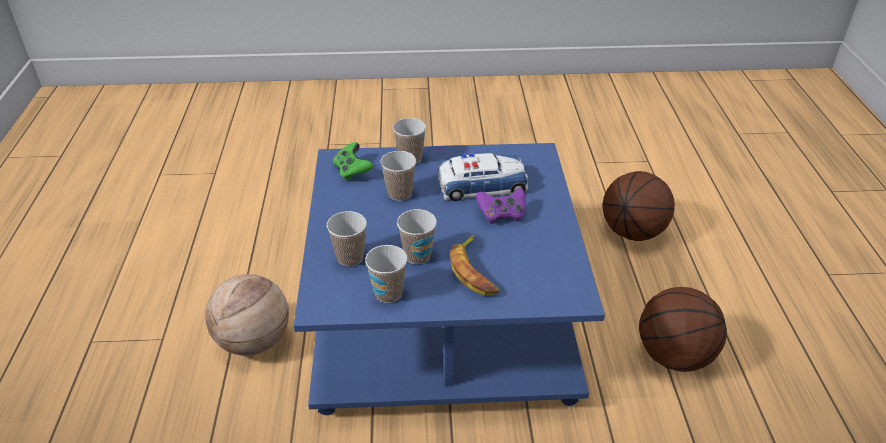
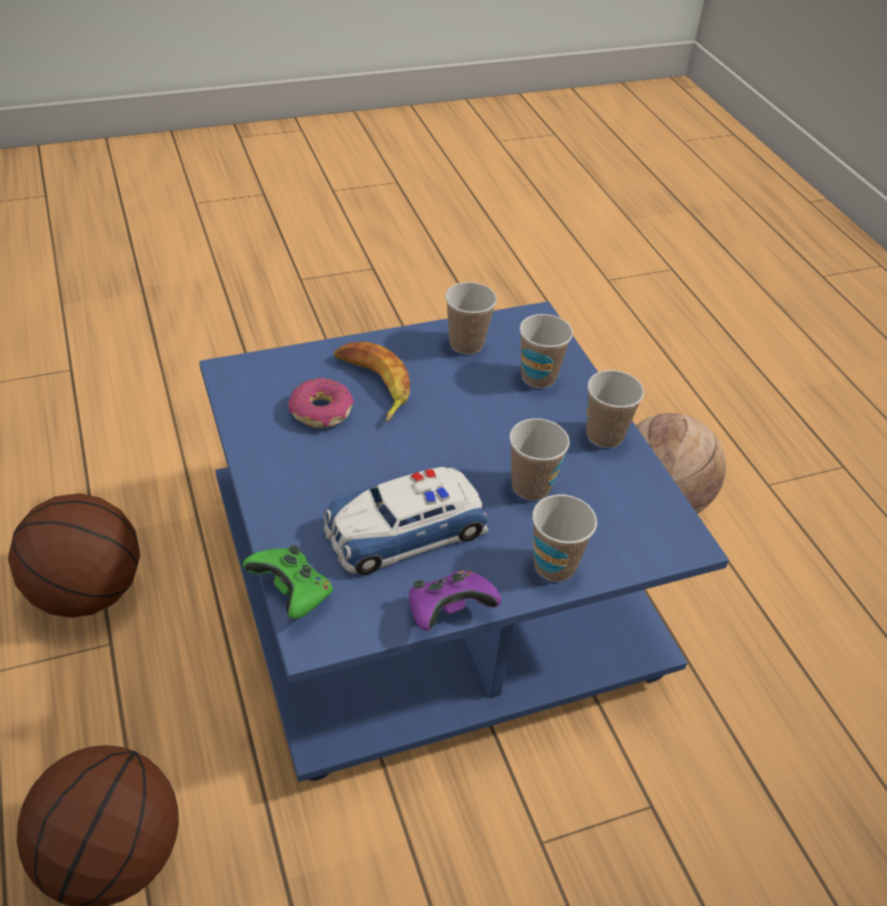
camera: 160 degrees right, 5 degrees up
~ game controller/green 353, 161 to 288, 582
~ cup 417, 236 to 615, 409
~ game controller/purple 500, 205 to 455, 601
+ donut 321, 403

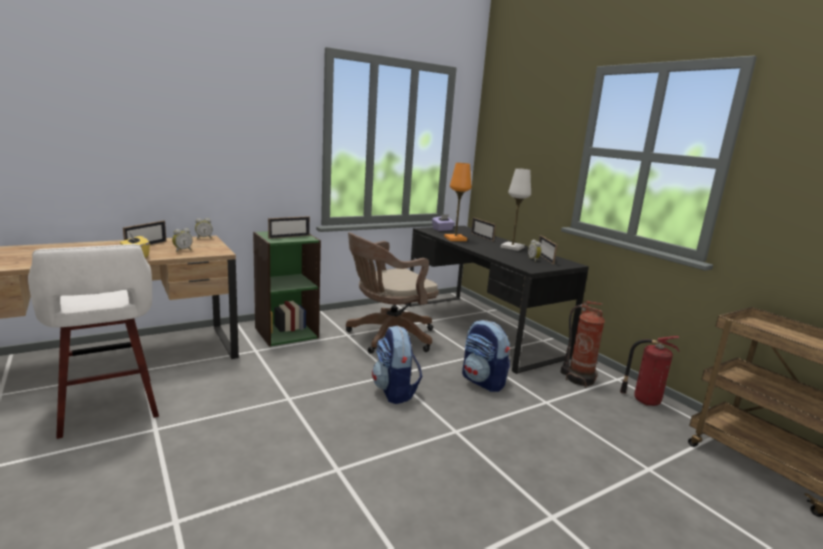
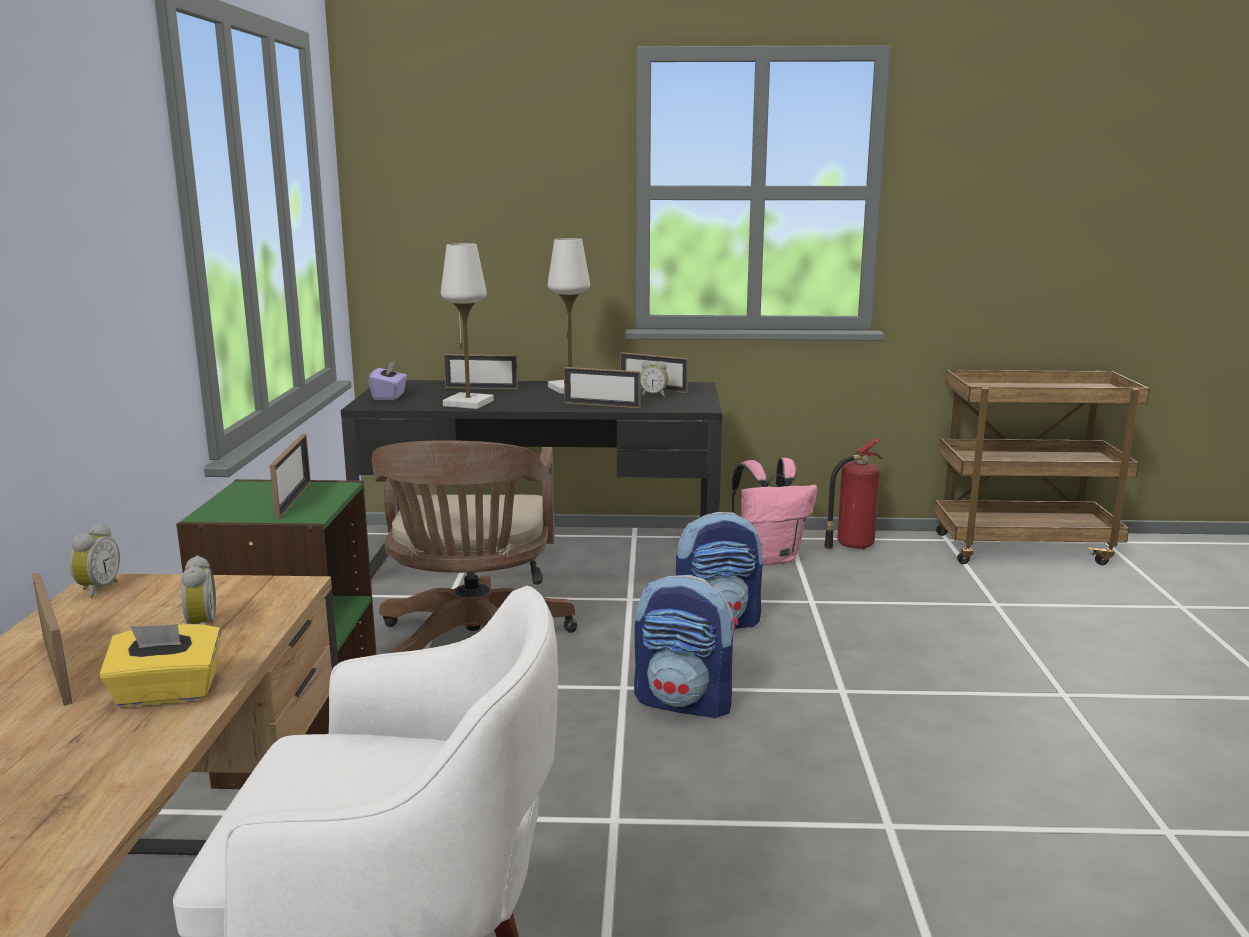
camera: 55 degrees left, 0 degrees up
~ table lamp/orange 457, 202 to table lamp/white 467, 326
~ fire extinguisher 583, 344 to backpack/pink 774, 512
+ picture frame 602, 387

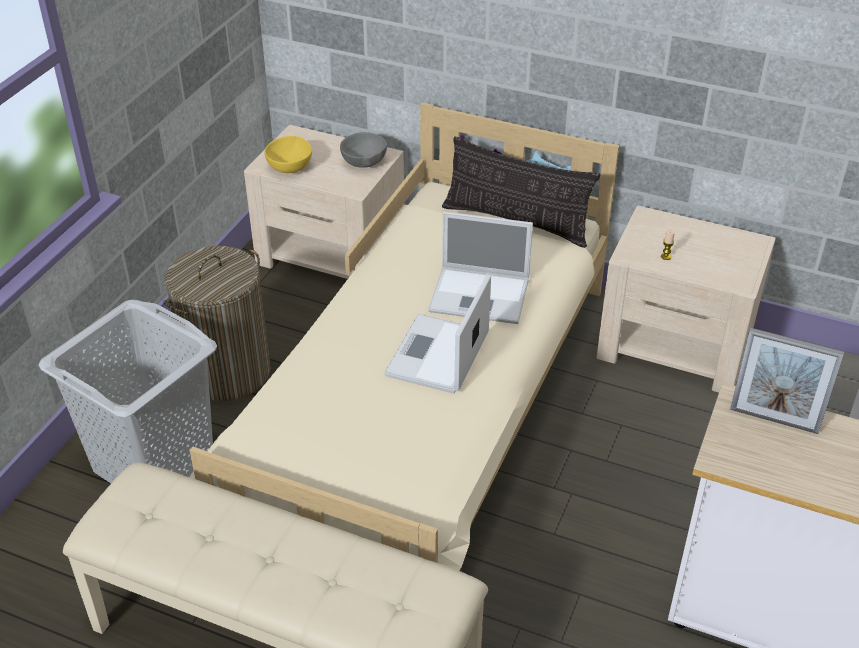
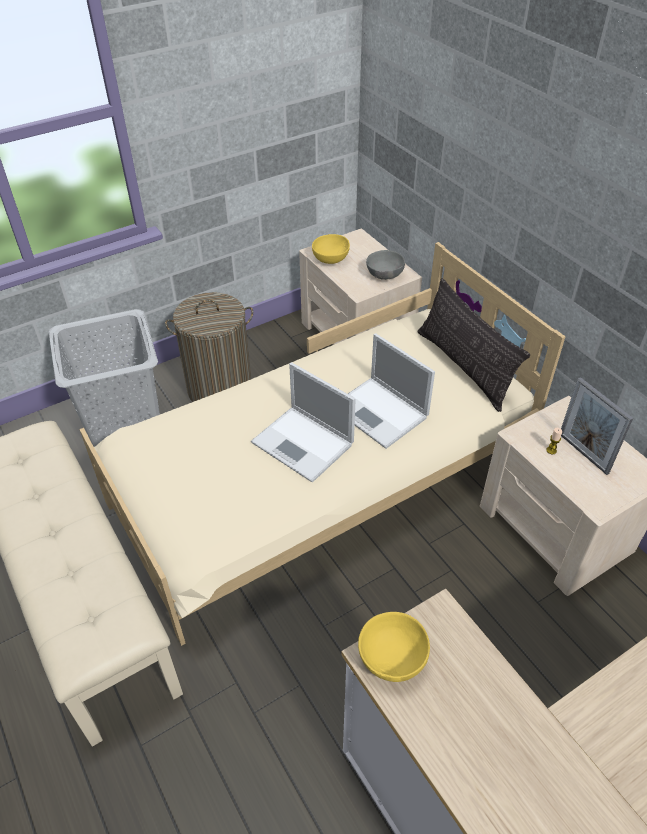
camera: 35 degrees right, 5 degrees up
~ laptop 437, 334 = 303, 422 105 degrees counterclockwise
~ picture frame 787, 381 to 597, 426
+ bowl/yellow 394, 647

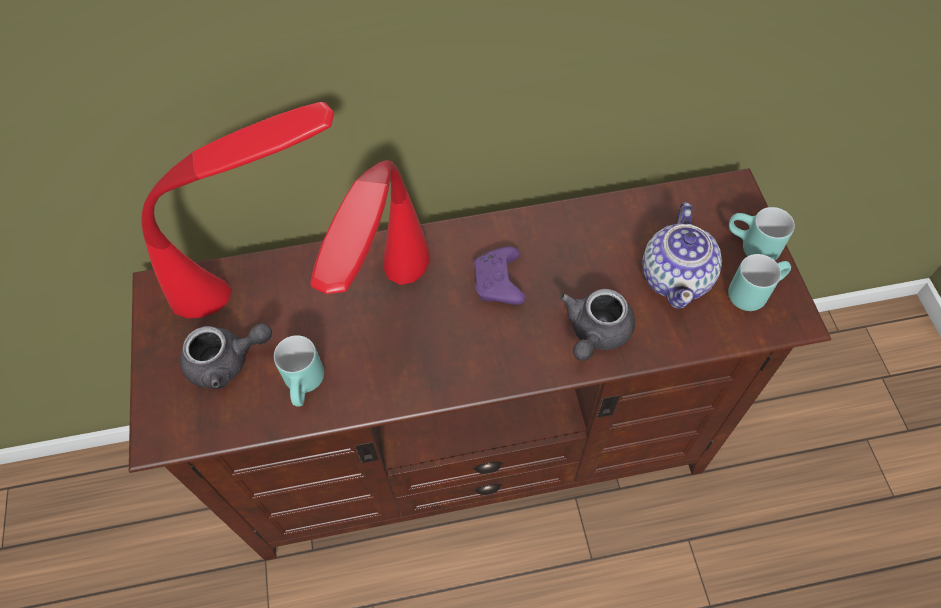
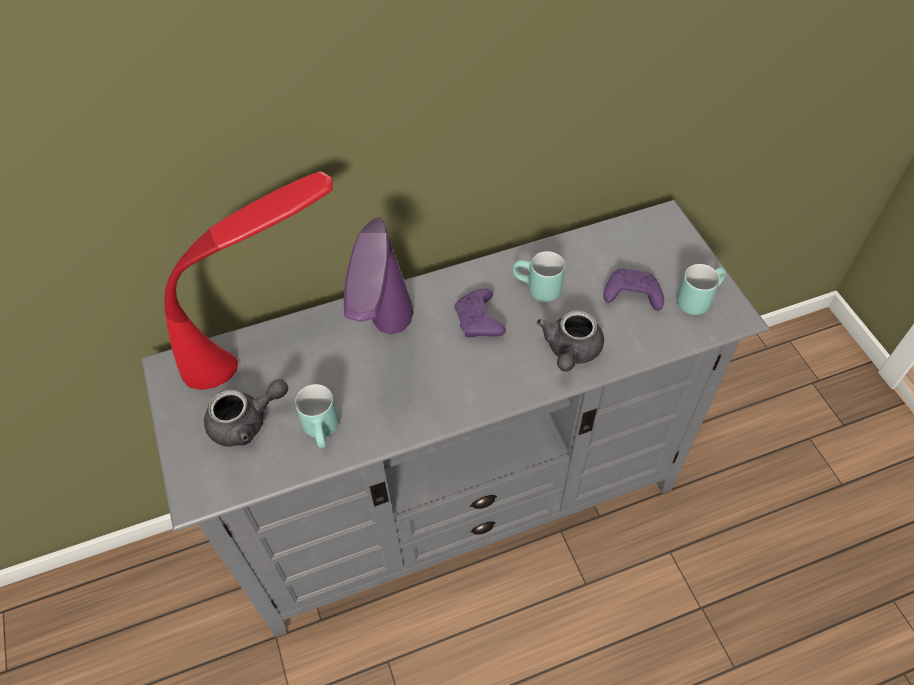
camera: 10 degrees left, 5 degrees down
~ tv stand/brown 480, 364 to tv stand/grey 455, 418
~ table lamp/red 370, 227 to table lamp/purple 379, 276
~ teapot 682, 255 to game controller/purple 634, 290
~ mug/turquoise 762, 234 to 539, 276

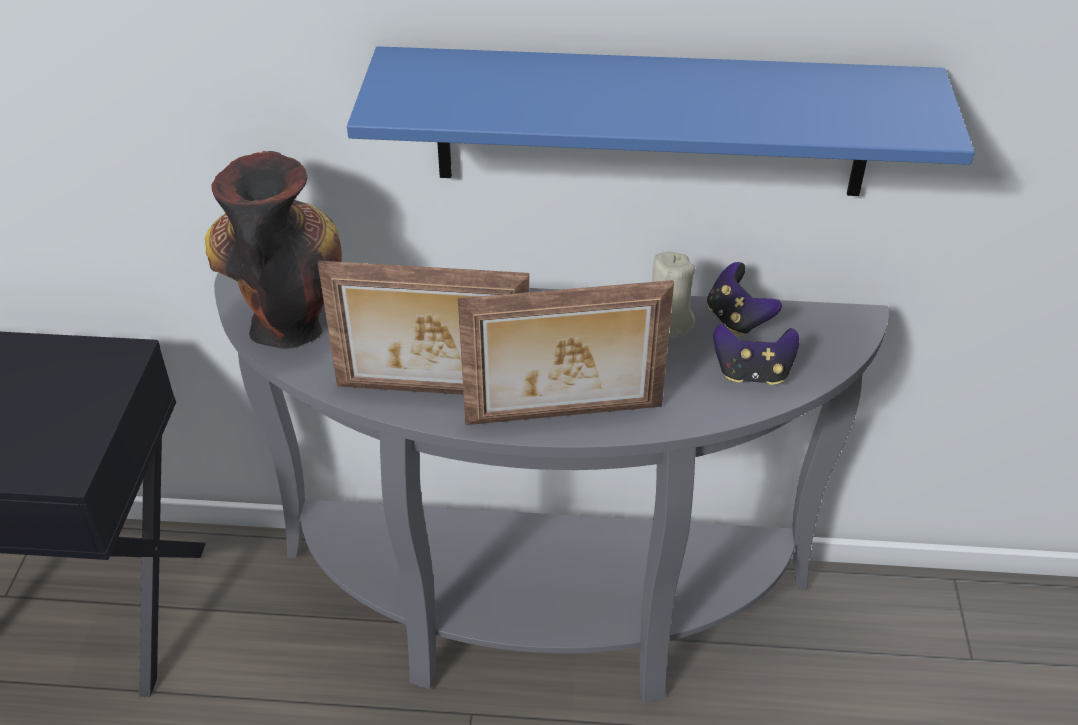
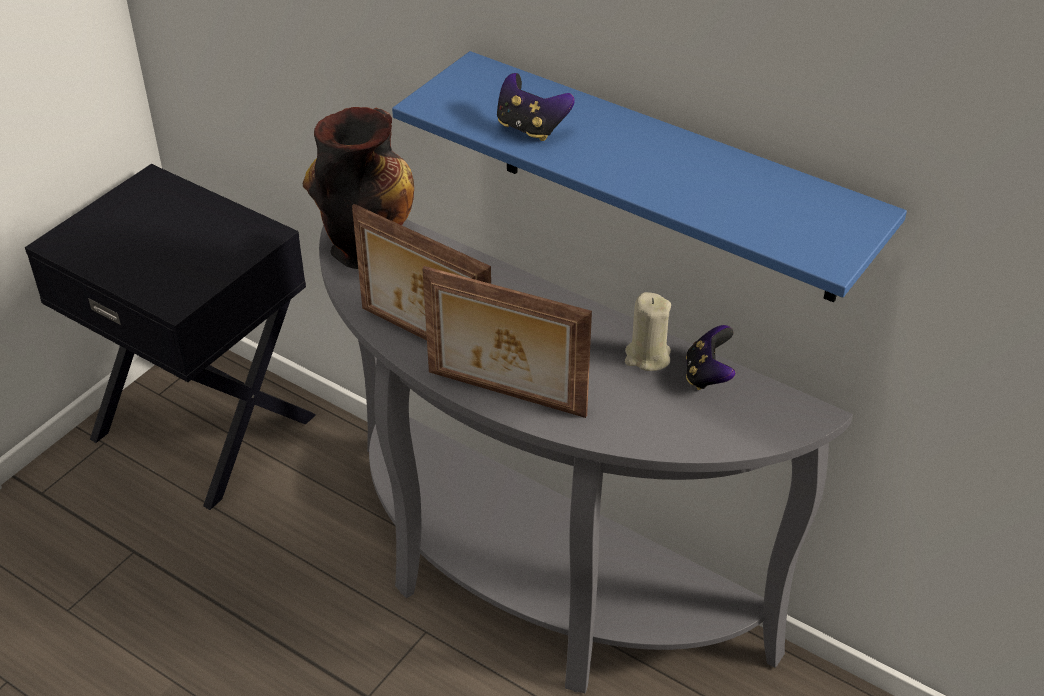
camera: 30 degrees right, 0 degrees up
~ game controller 756, 354 to 536, 107

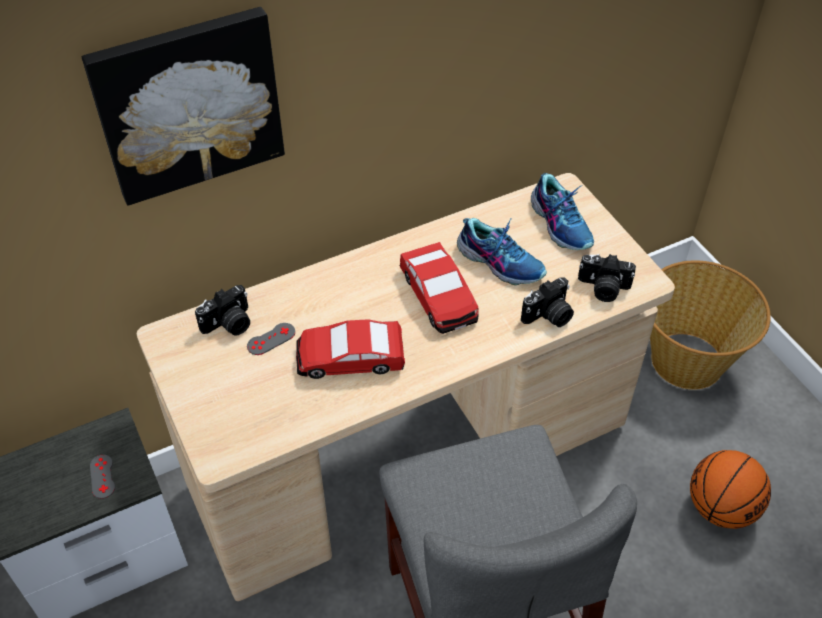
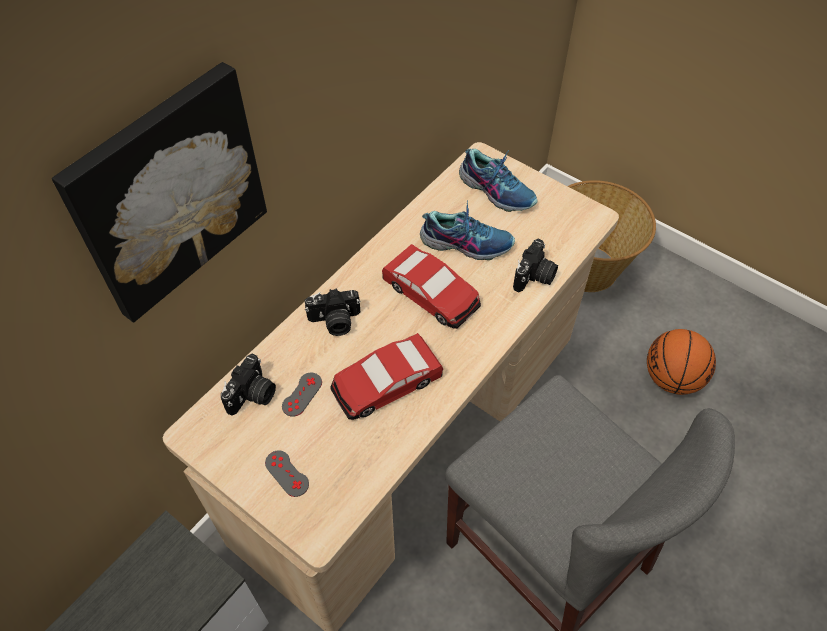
camera: 25 degrees left, 5 degrees up
~ game controller/grey 102, 477 to 287, 473
~ photo camera 607, 278 to 332, 312

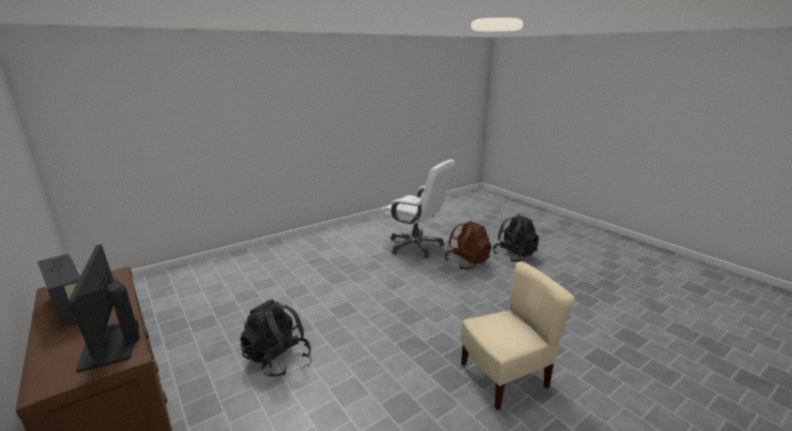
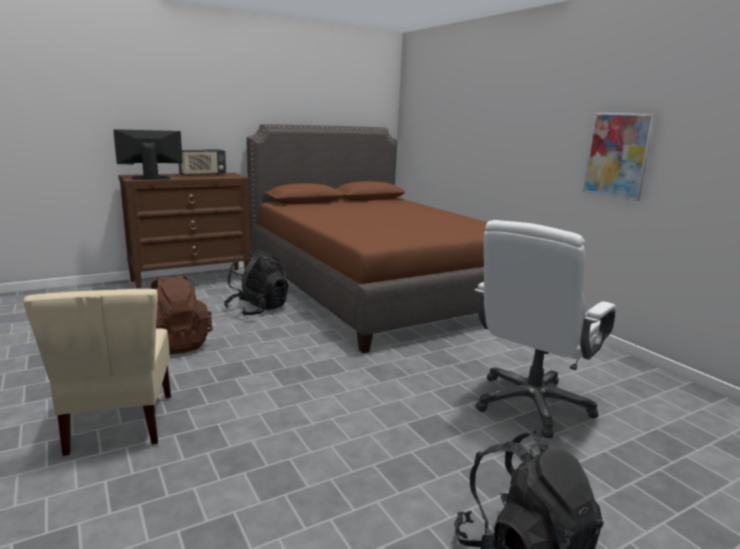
camera: 95 degrees right, 5 degrees down
~ backpack/brown 467, 245 to 181, 314
+ bed/brown 367, 238
+ picture 619, 156

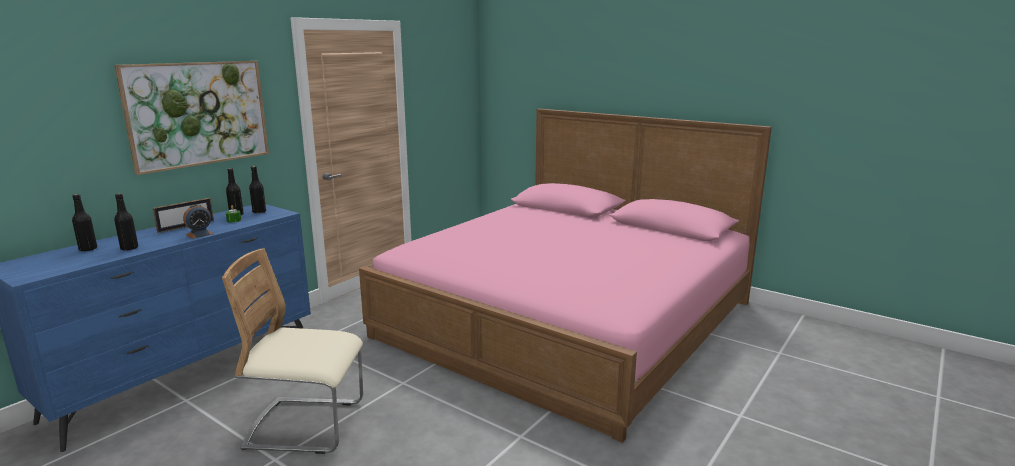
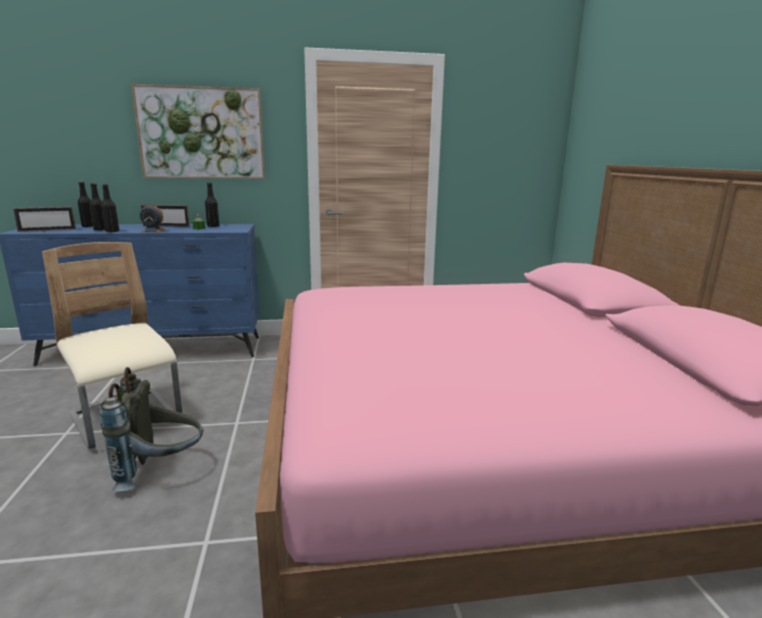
camera: 45 degrees right, 0 degrees up
~ bottle/black 257, 190 to 110, 208
+ picture frame 44, 219
+ backpack/grey 151, 429

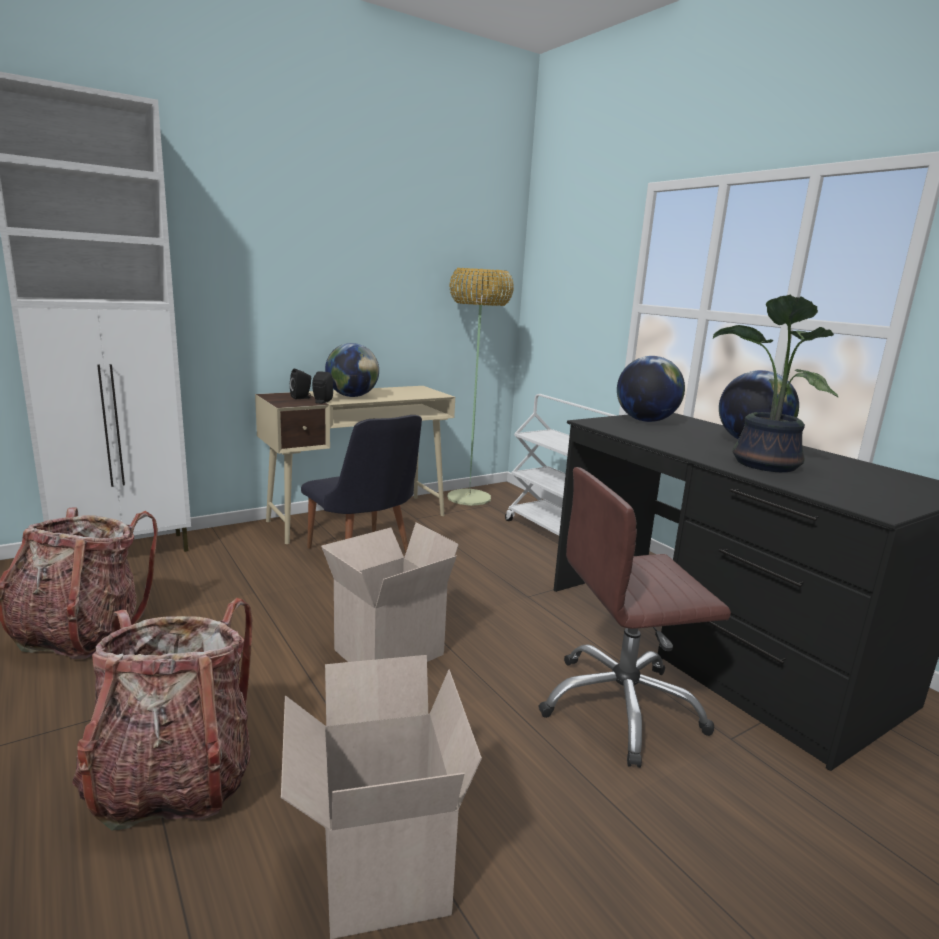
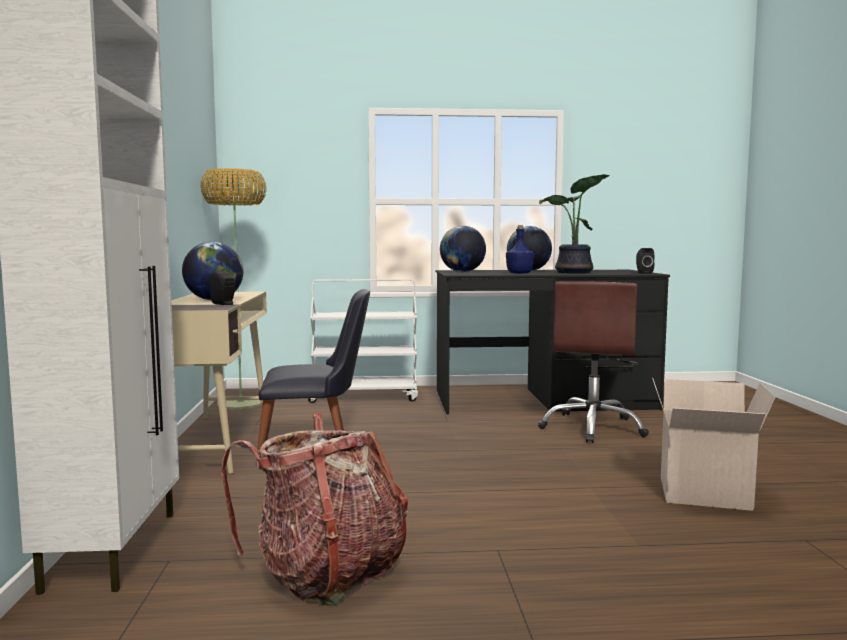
camera: 60 degrees left, 10 degrees down
- backpack 162, 714
~ speaker/black 300, 384 to 645, 261
- cardboard box 390, 592
+ bottle/blue 520, 249

